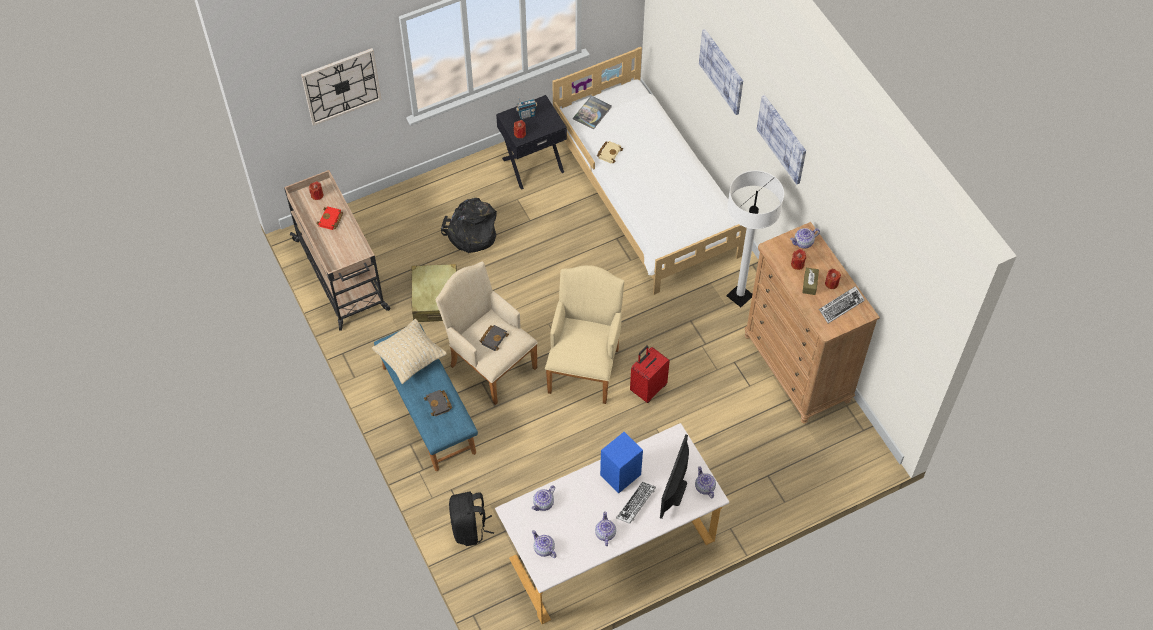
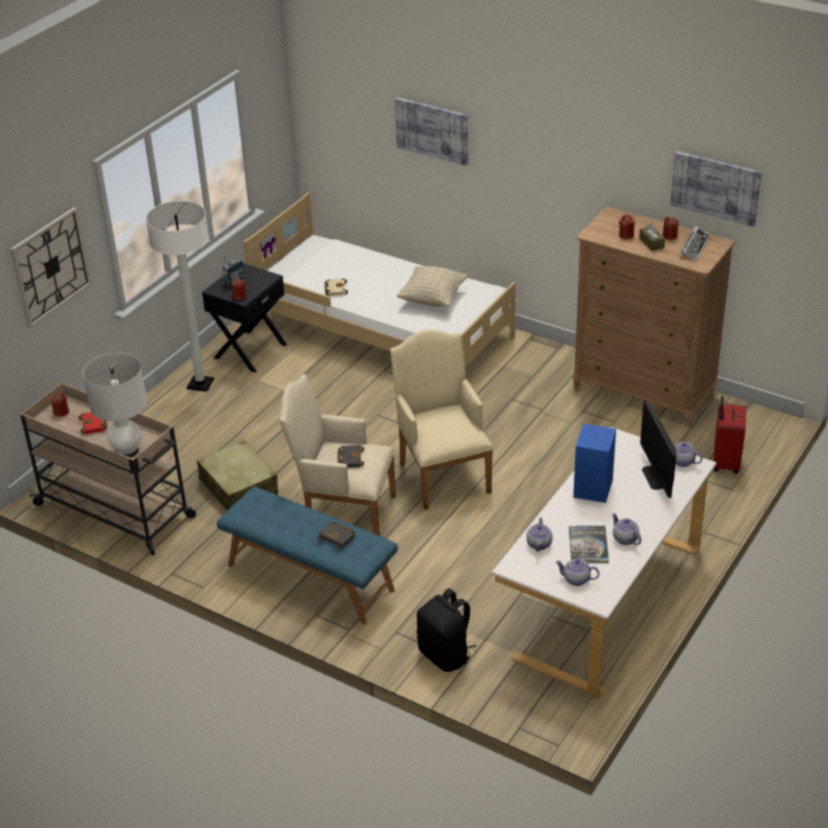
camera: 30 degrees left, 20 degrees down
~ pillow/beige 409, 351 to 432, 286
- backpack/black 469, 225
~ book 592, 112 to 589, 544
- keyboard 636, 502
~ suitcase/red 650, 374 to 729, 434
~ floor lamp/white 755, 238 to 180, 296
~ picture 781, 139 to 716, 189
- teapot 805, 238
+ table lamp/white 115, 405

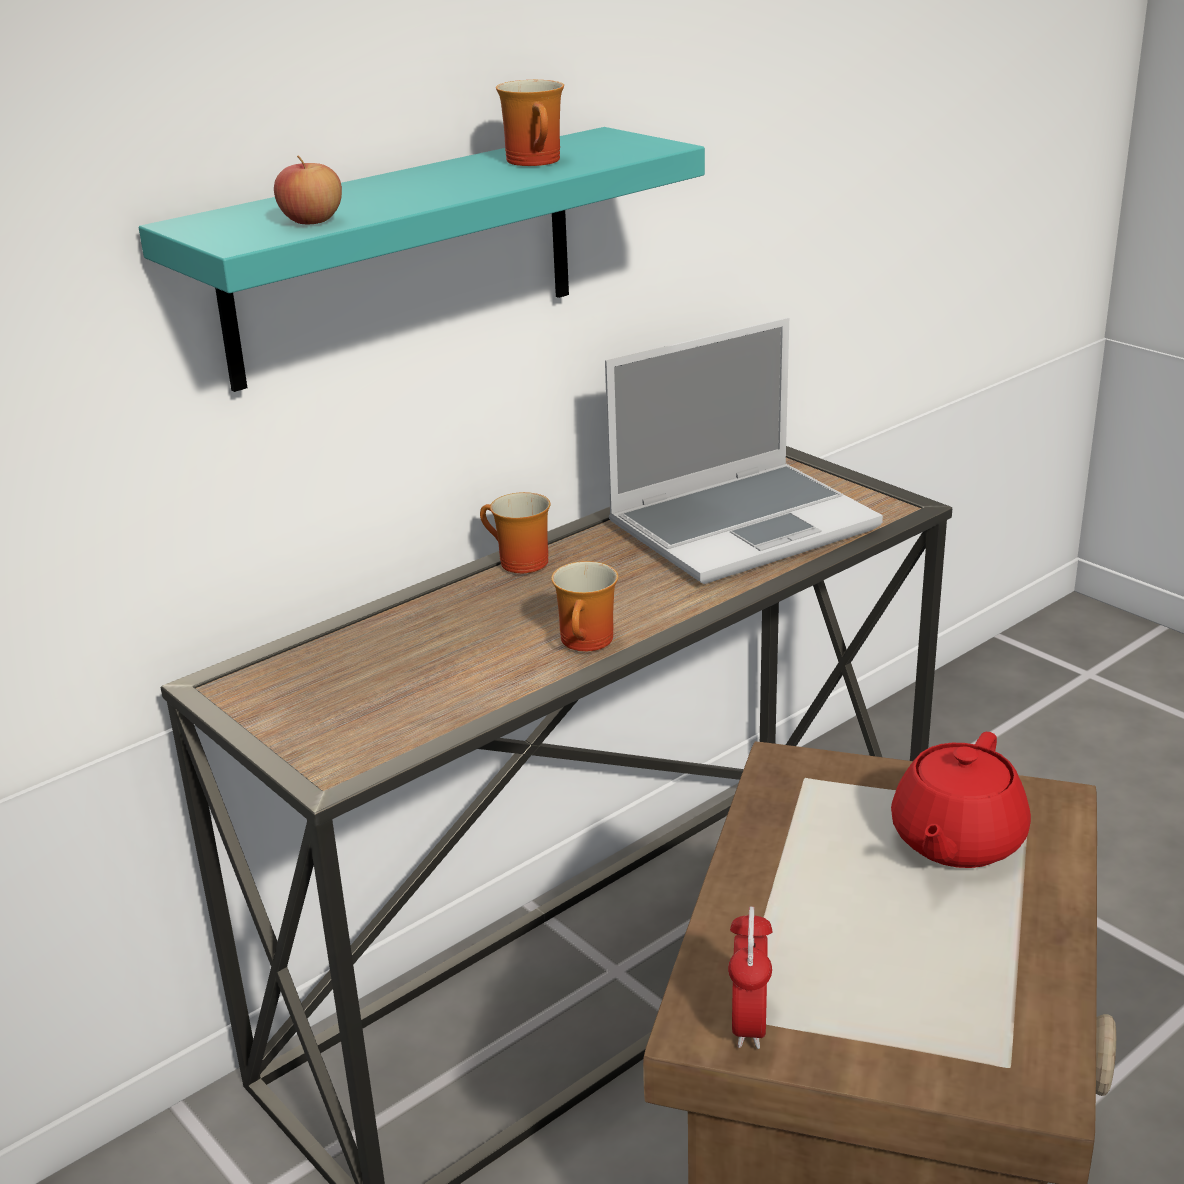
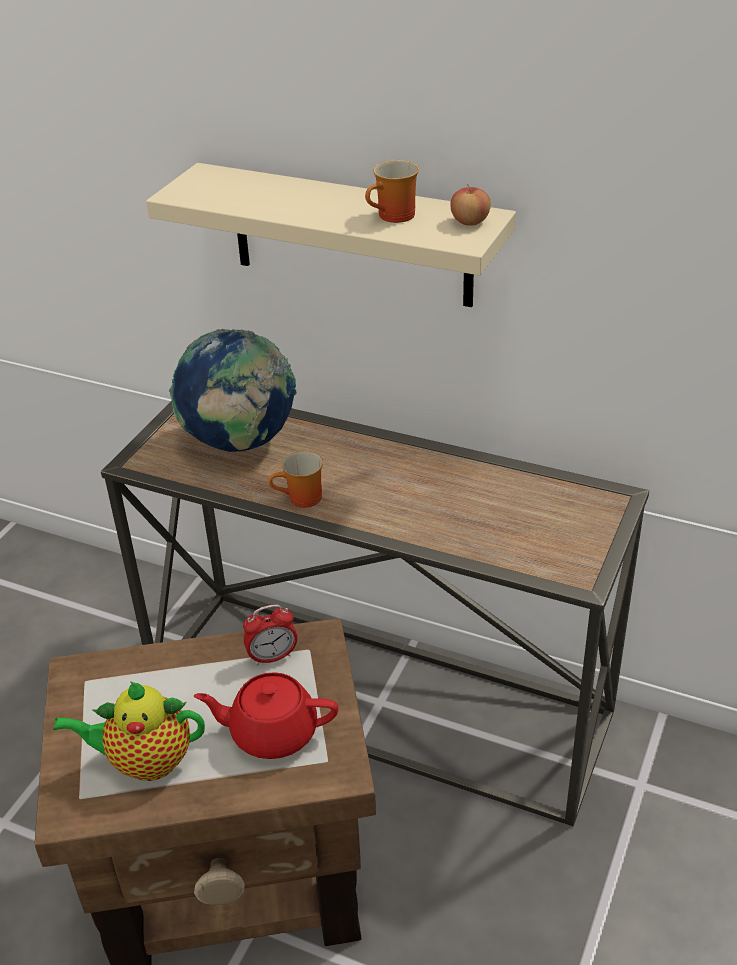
camera: 65 degrees right, 10 degrees up
~ shelf/turquoise 422, 259 to shelf/beige 331, 235
~ apple 308, 189 to 470, 205
- mug 515, 532
- laptop 744, 450
~ alarm clock 750, 977 to 270, 634
+ teapot 129, 731
+ globe 233, 390

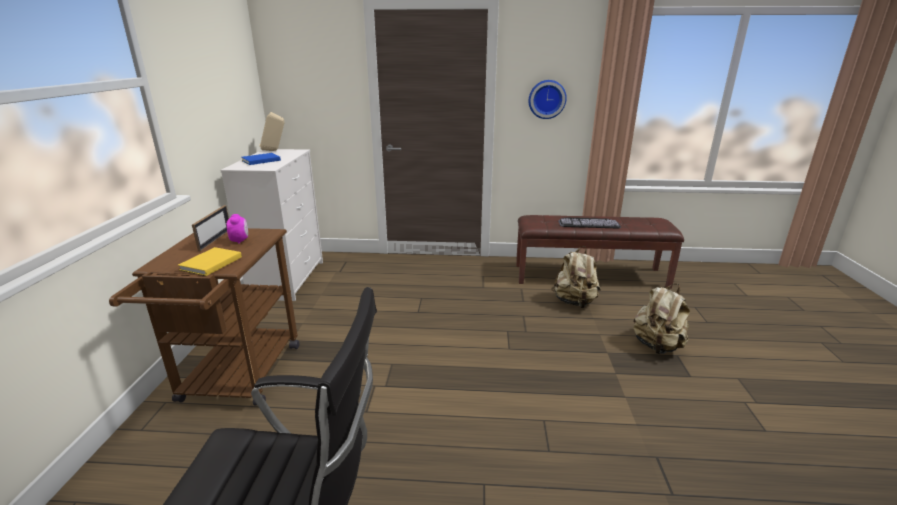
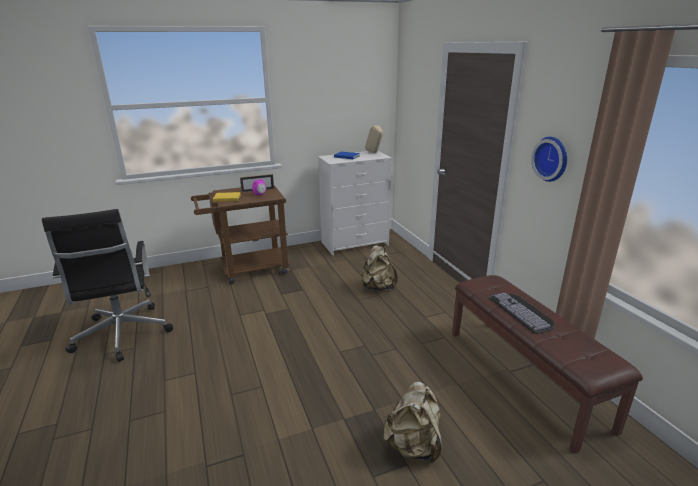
camera: 65 degrees right, 0 degrees up
~ backpack/beige 576, 277 to 379, 268

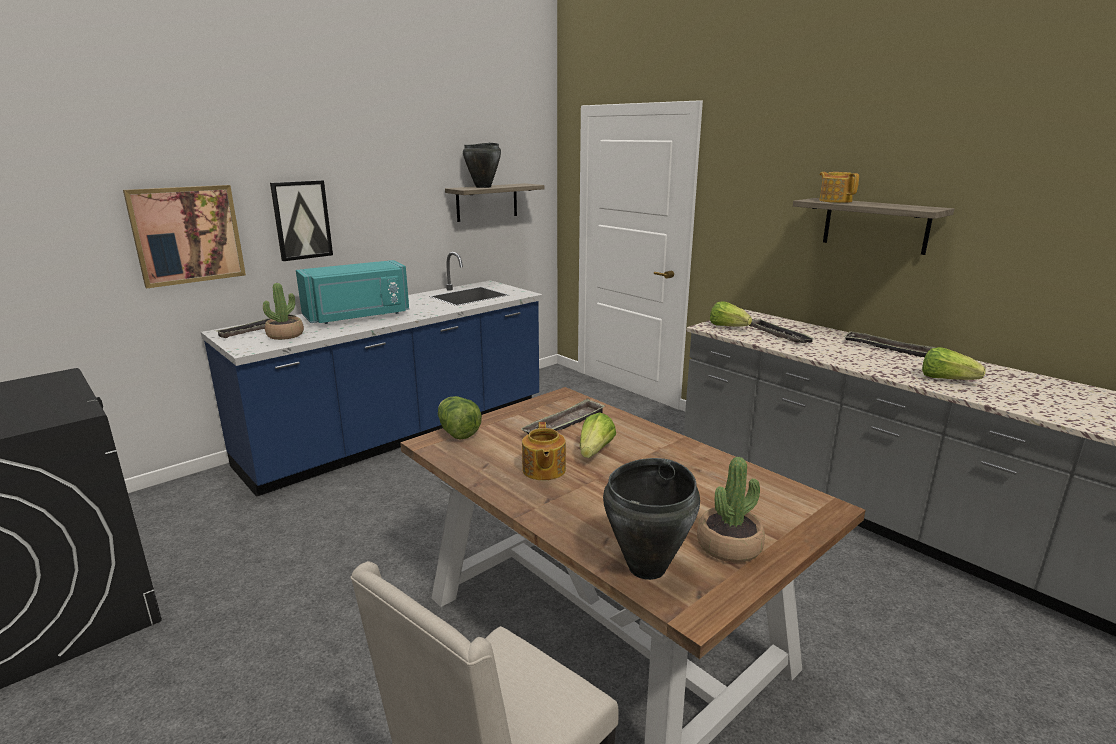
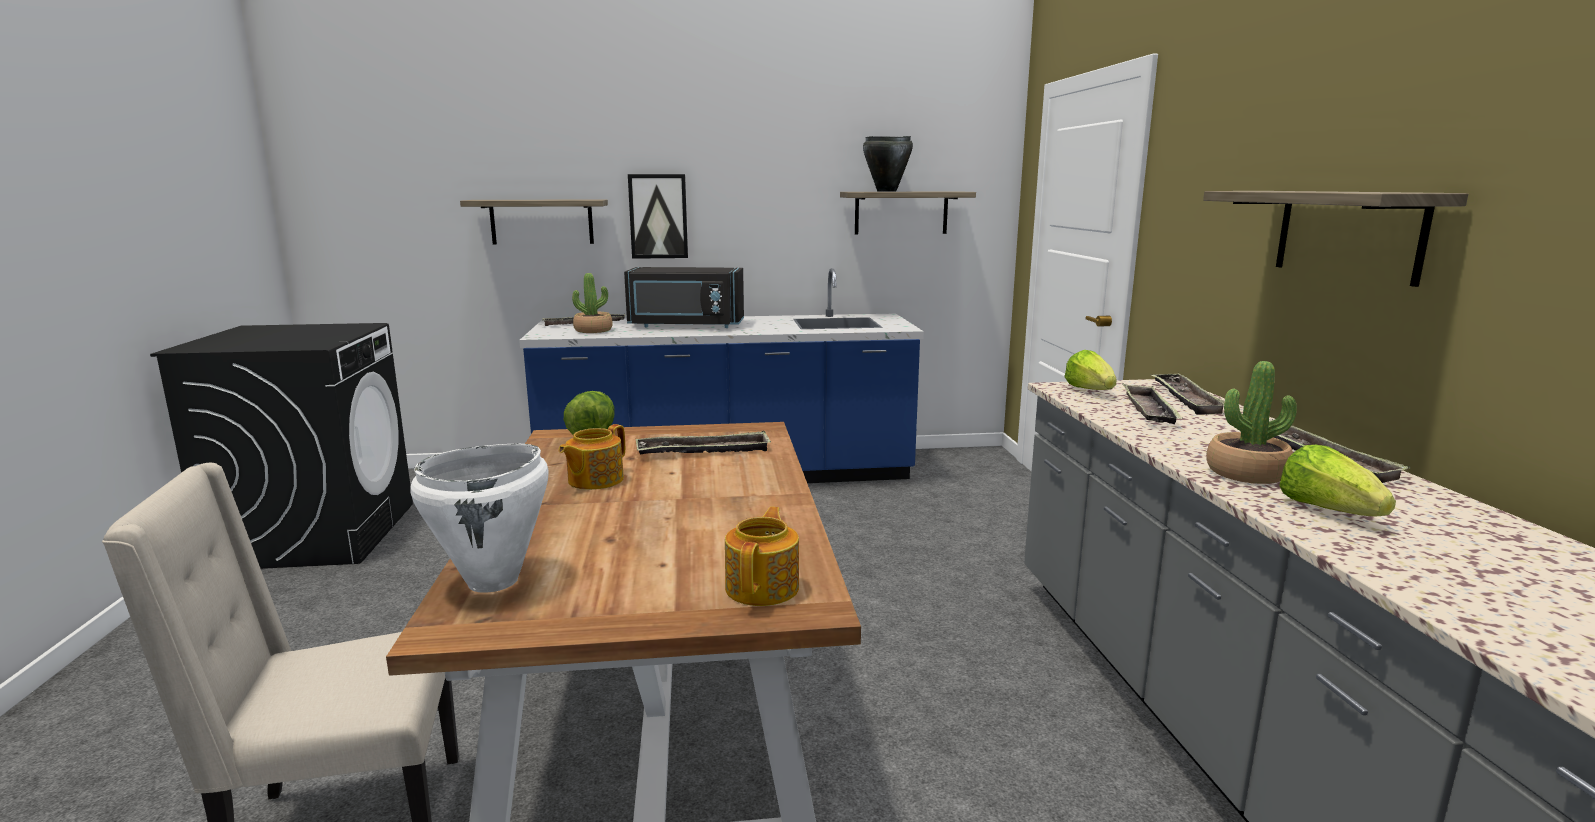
camera: 35 degrees right, 5 degrees down
~ picture 184, 236 to shelf 534, 222
~ microwave/turquoise 352, 292 to microwave/black 684, 297
- lettuce 598, 435
~ cooking pot/black 651, 519 to cooking pot/white 480, 518
~ potted plant 731, 510 to 1251, 422
~ teapot 839, 187 to 762, 556
+ tray 1187, 394

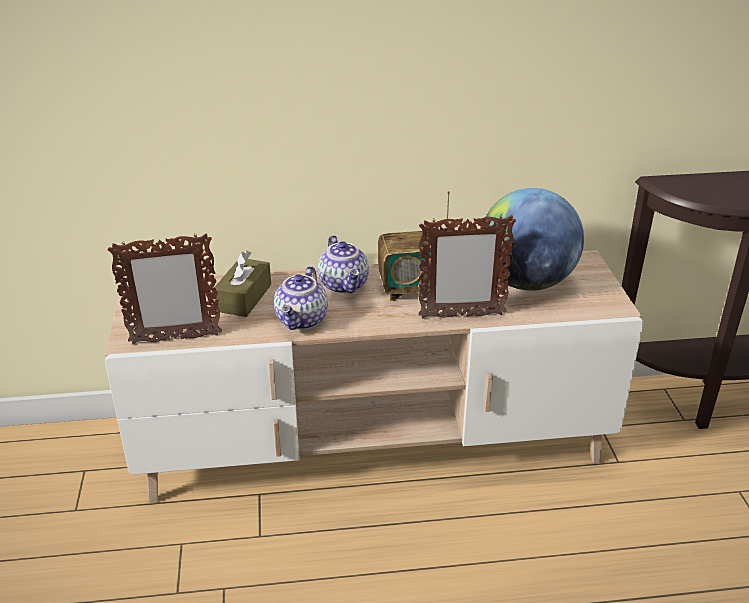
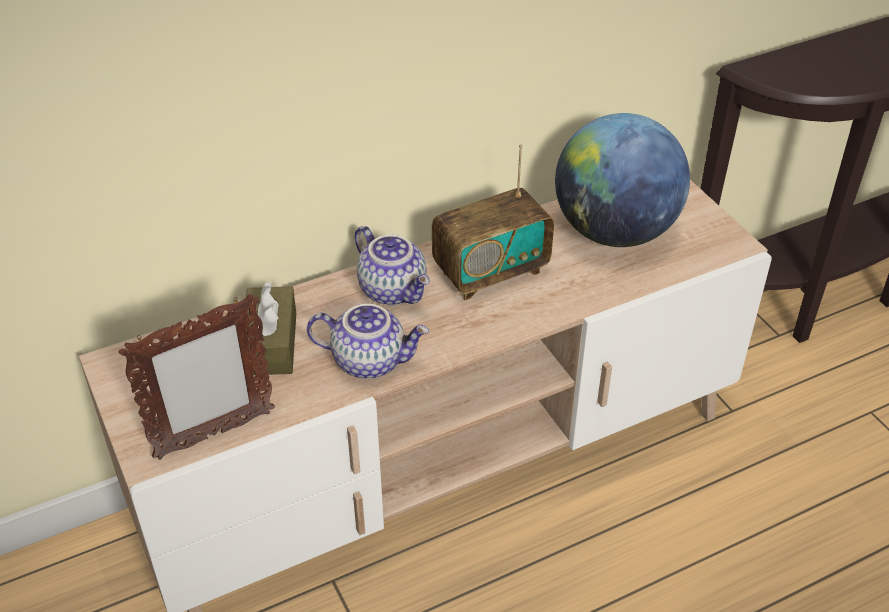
camera: 20 degrees left, 10 degrees up
~ teapot 301, 298 = 368, 341 75 degrees counterclockwise
- picture frame 467, 267

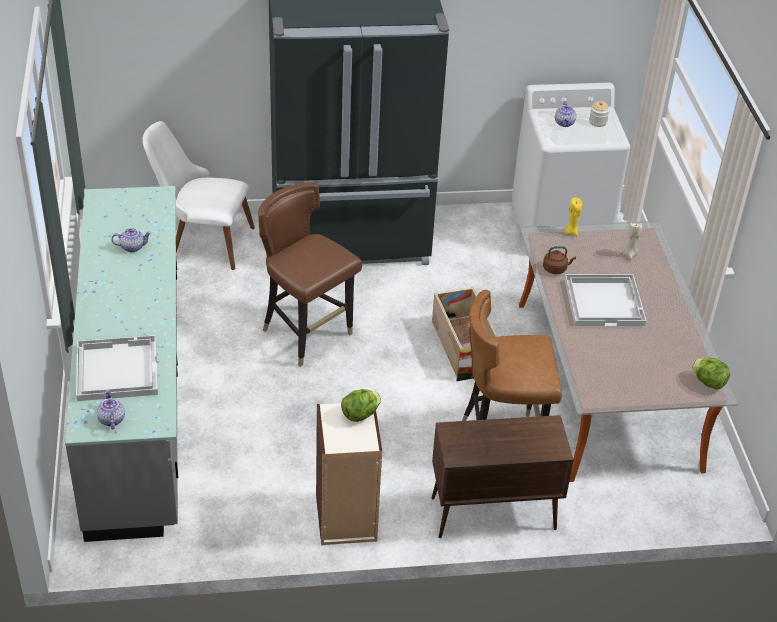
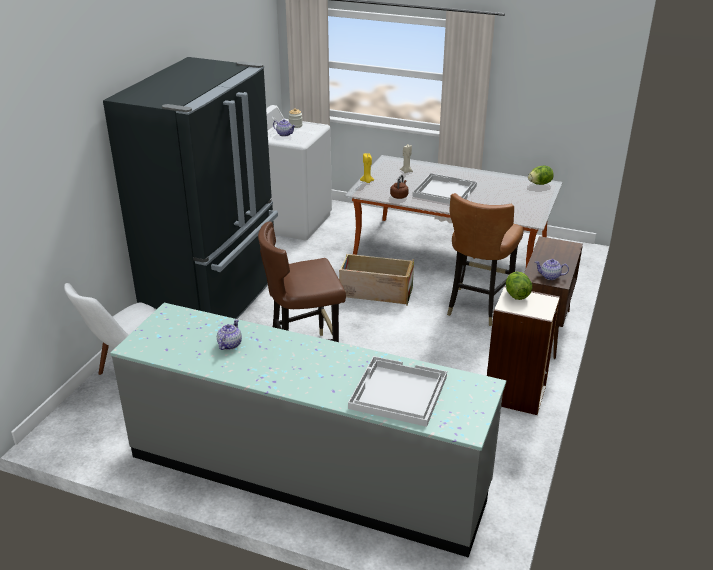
camera: 60 degrees left, 10 degrees down
~ teapot 111, 410 to 552, 269

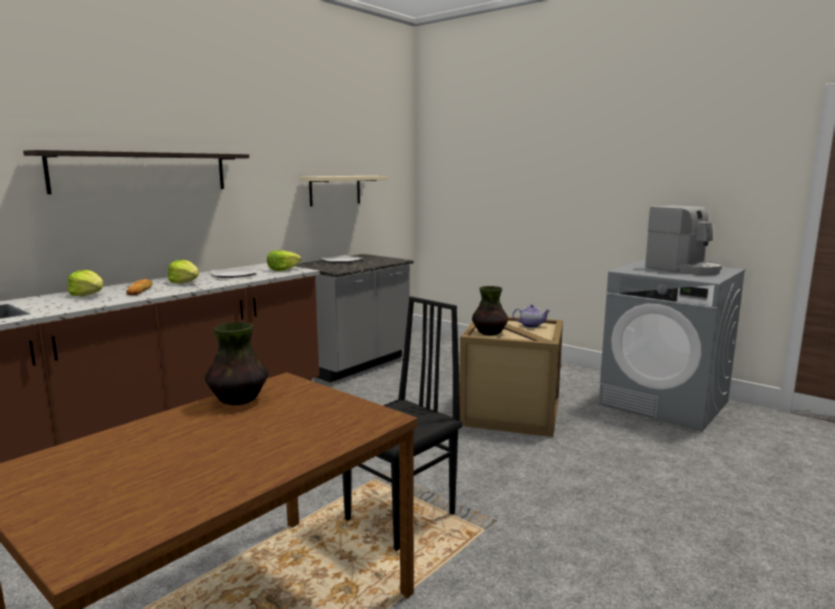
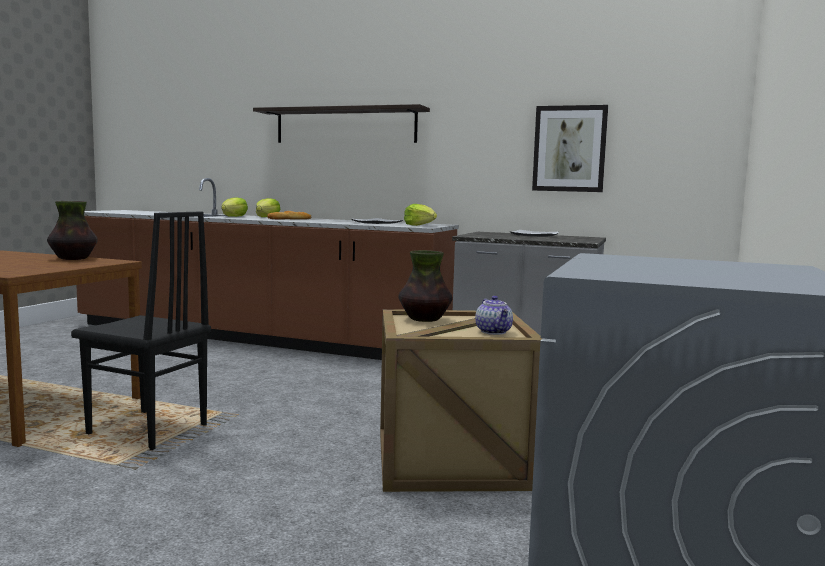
camera: 70 degrees right, 5 degrees down
~ lettuce 183, 272 to 234, 207
~ shelf/beige 344, 191 to picture 570, 148
- coffee machine 683, 240

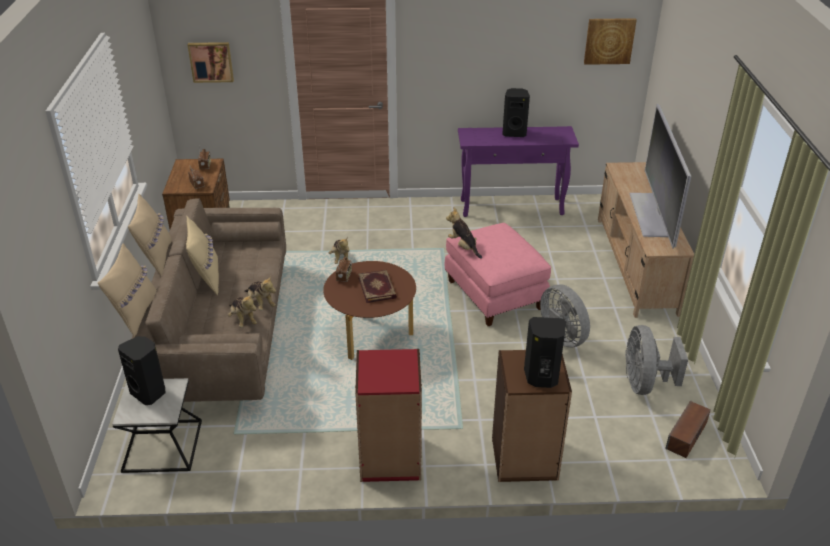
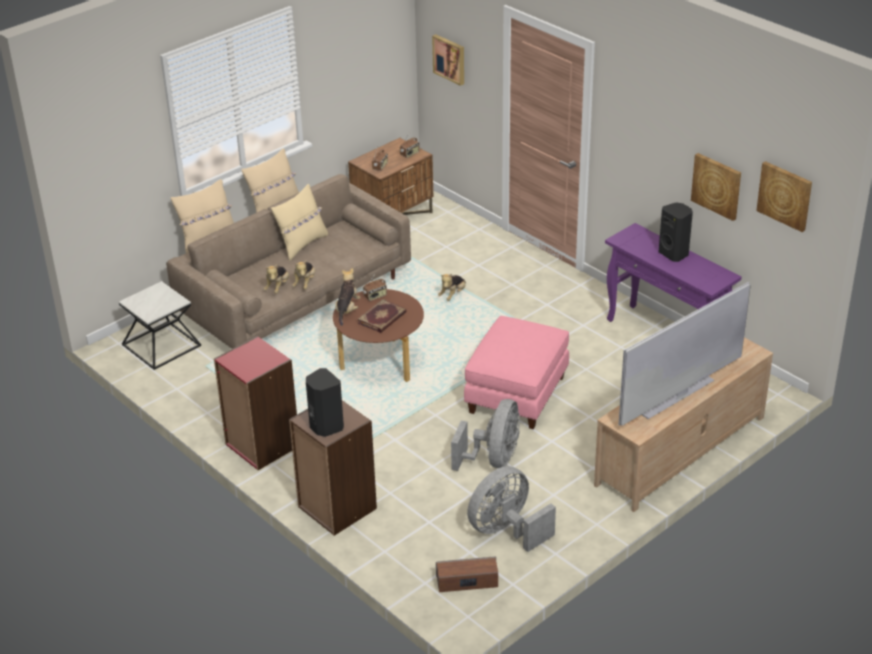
camera: 50 degrees right, 0 degrees up
- speaker/black 141, 370
~ plush toy 464, 233 to 347, 297
+ picture 716, 187

